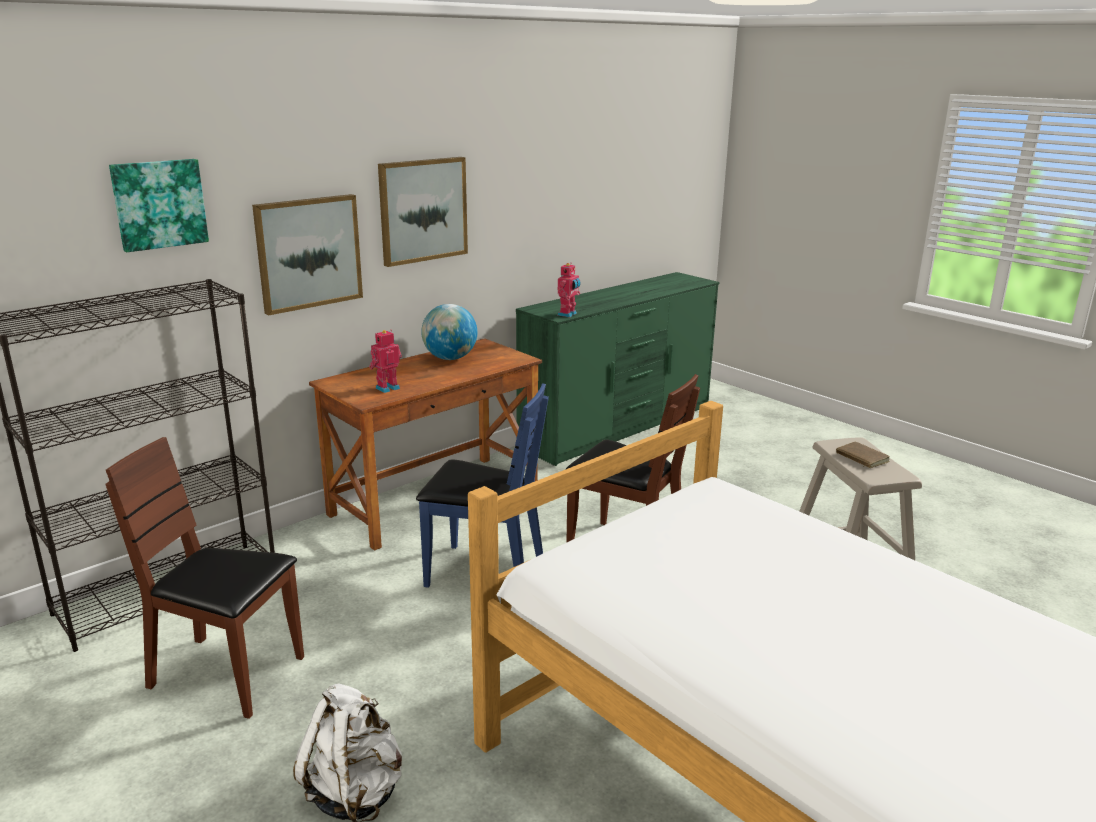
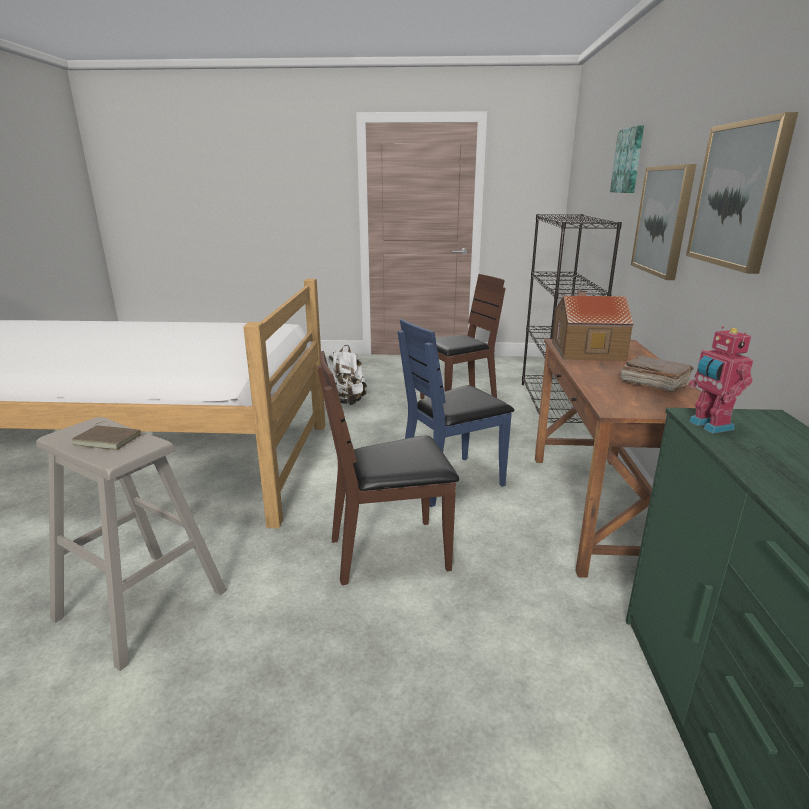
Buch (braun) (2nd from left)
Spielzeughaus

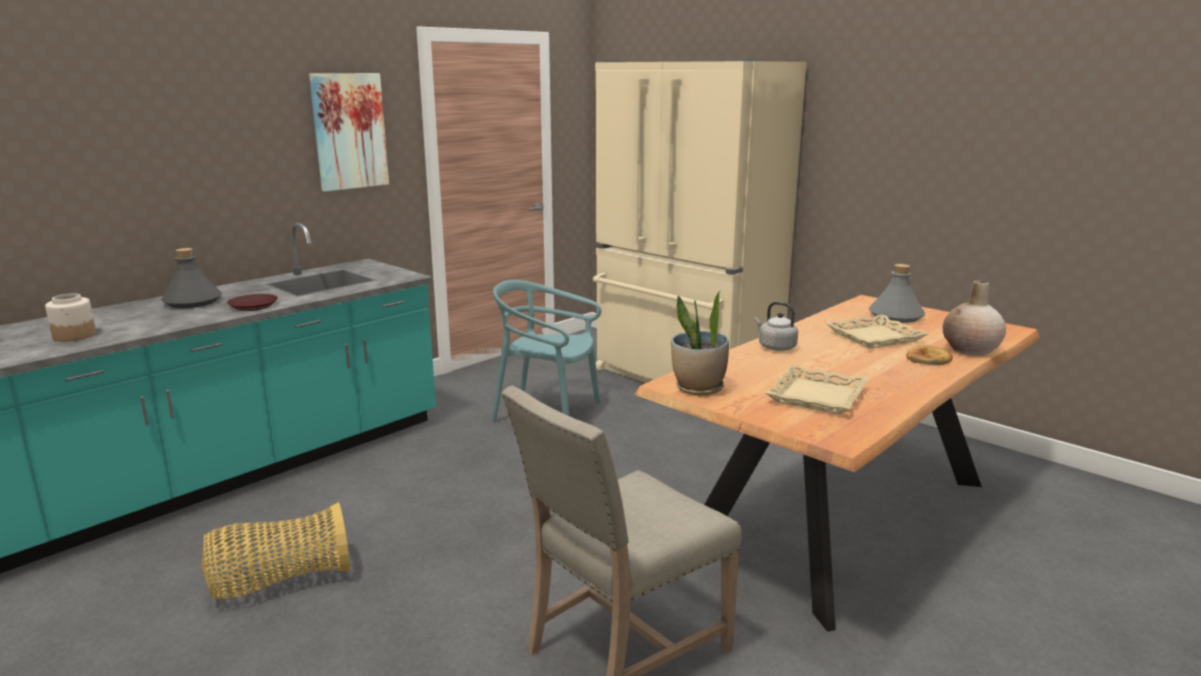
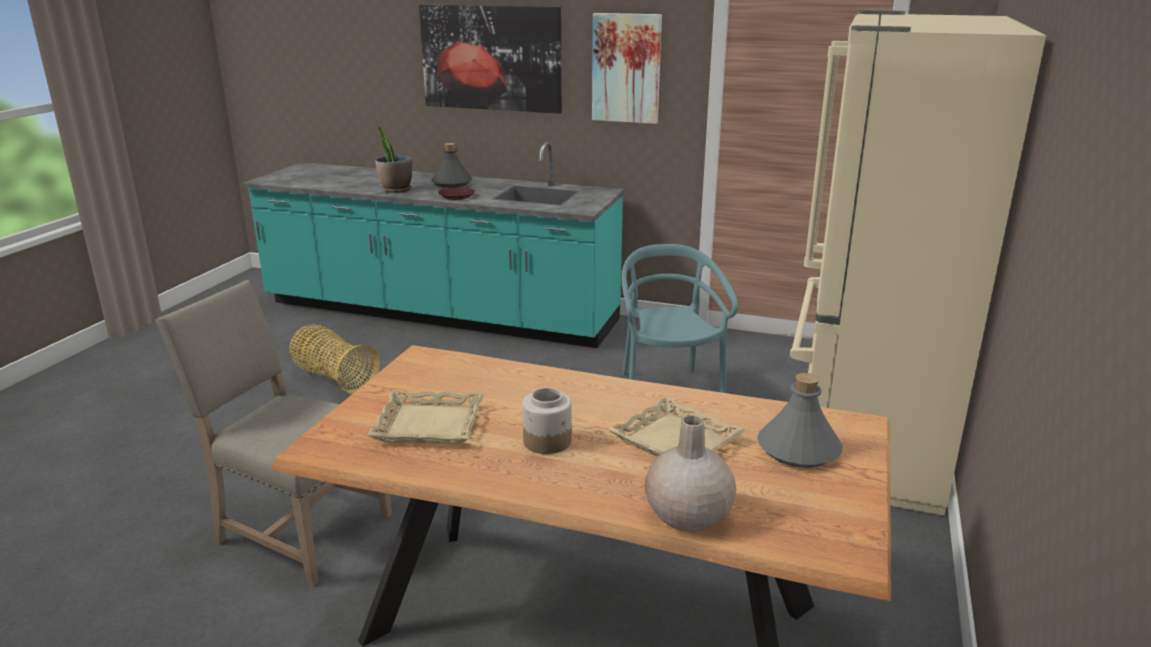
Topfpflanze
Vorratsglas
Wasserkessel (grau)
Brot
Bild (1st from left)

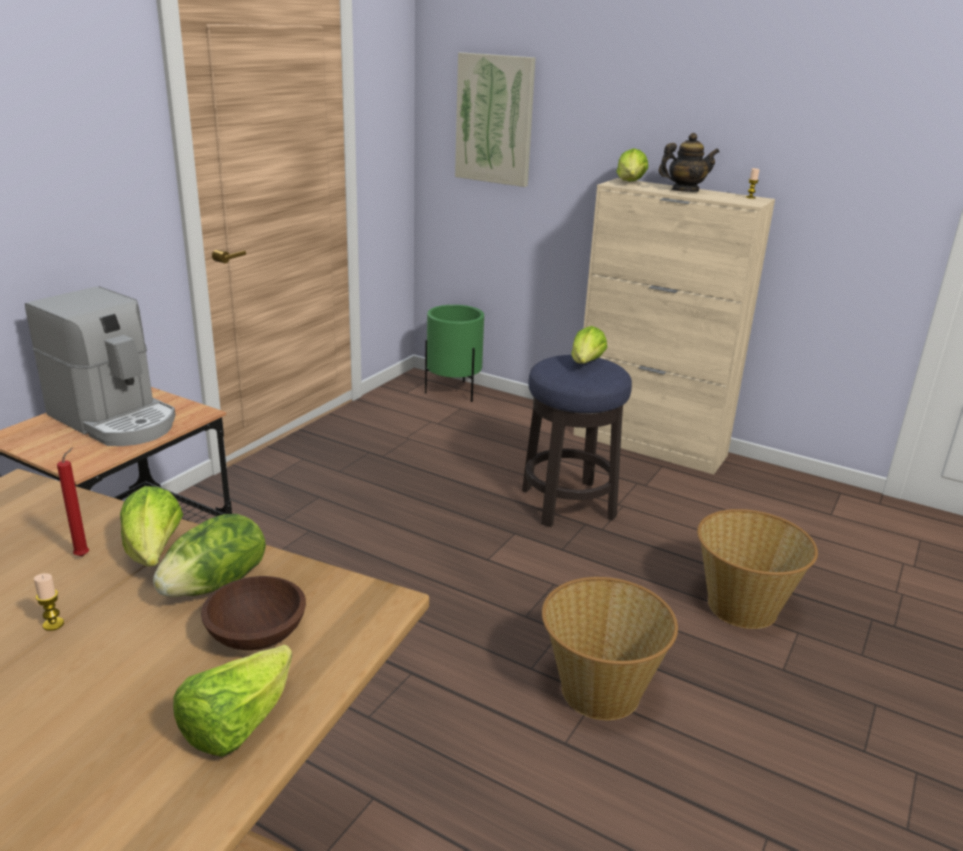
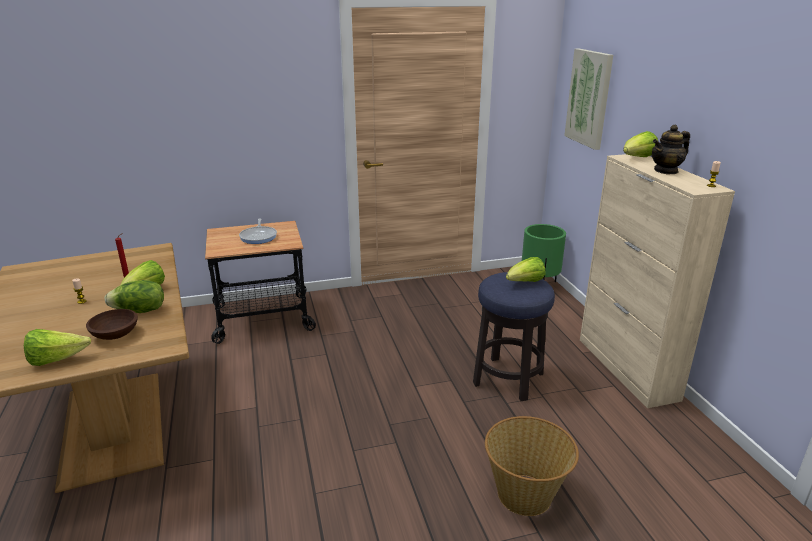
Teekanne
Pfanne
Korb (1st from left in the first image)

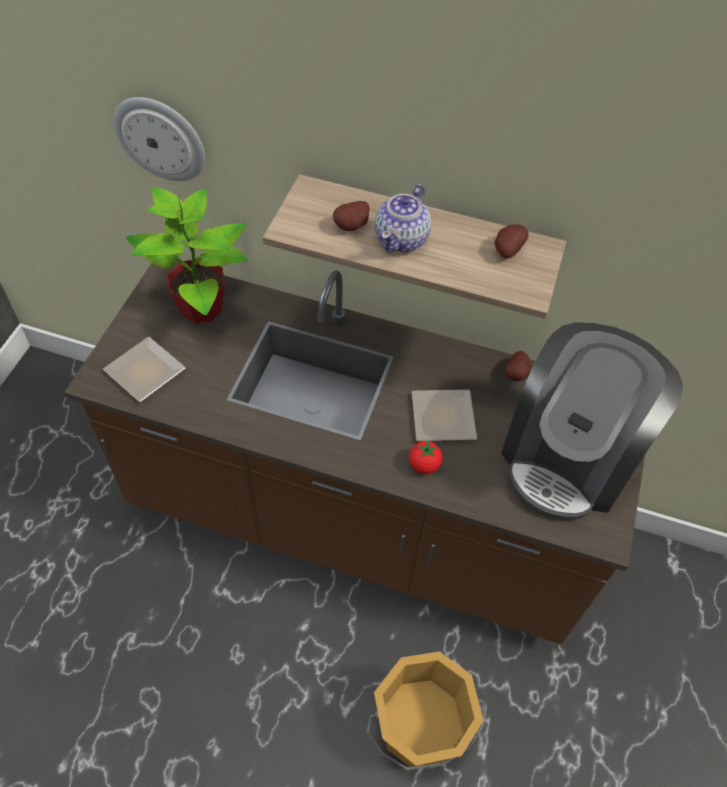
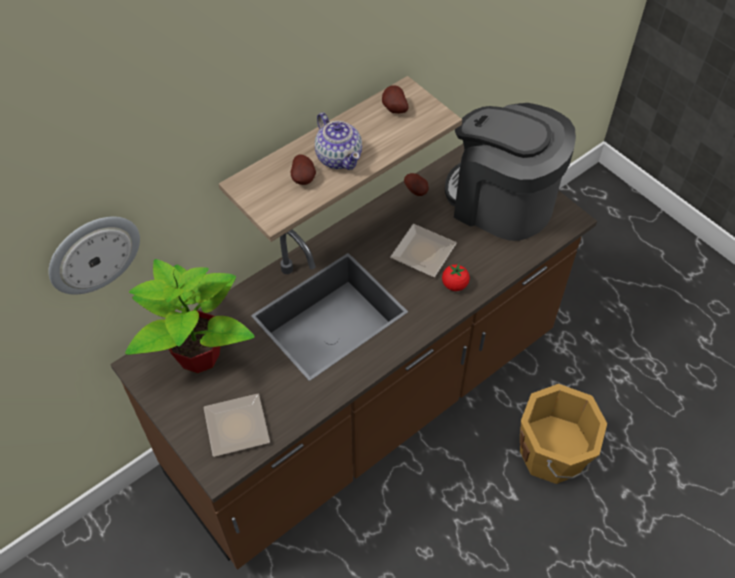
Kaffeemaschine

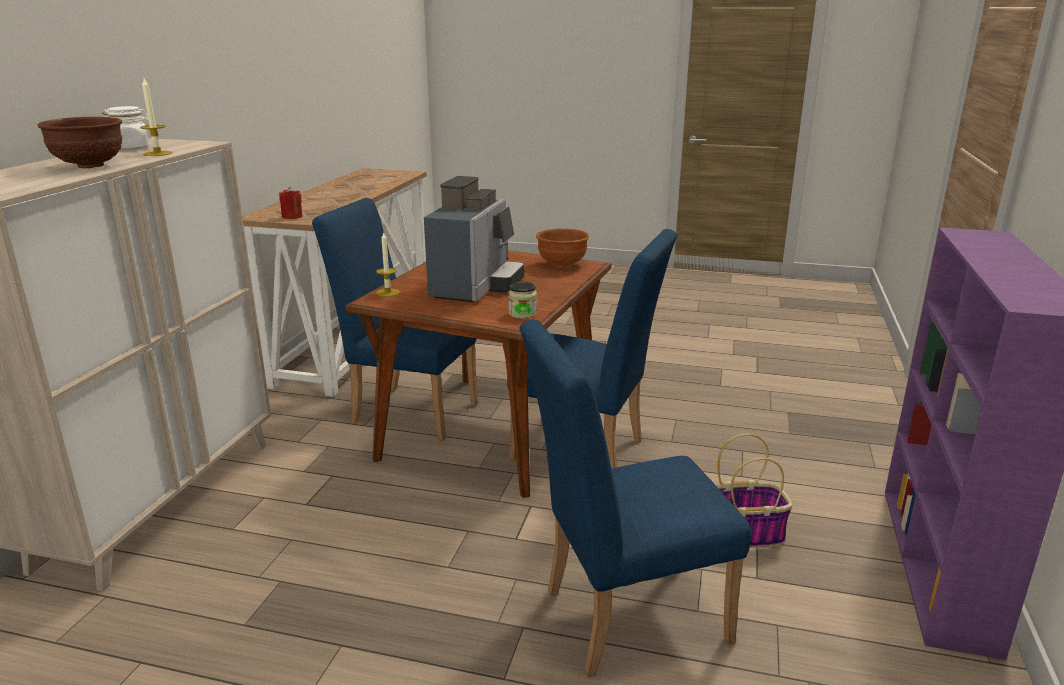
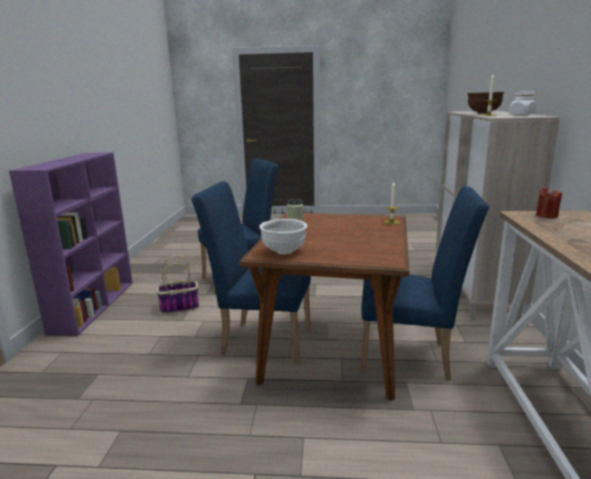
Kaffeemaschine
Schüssel (weiß)

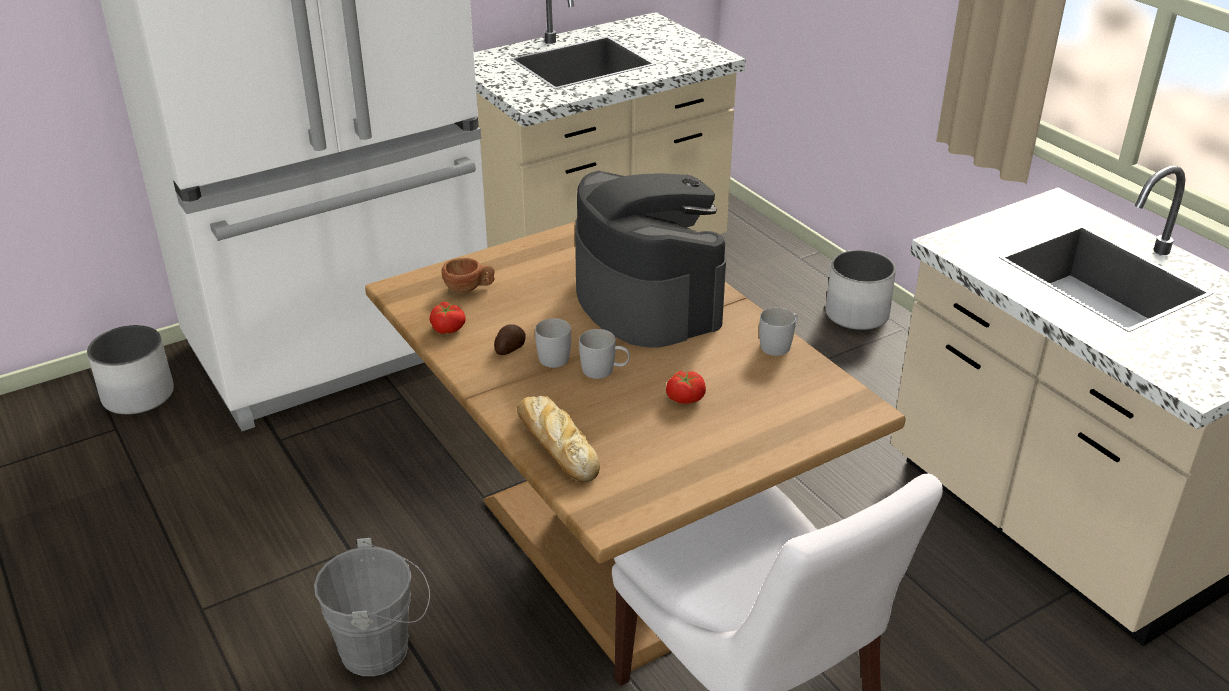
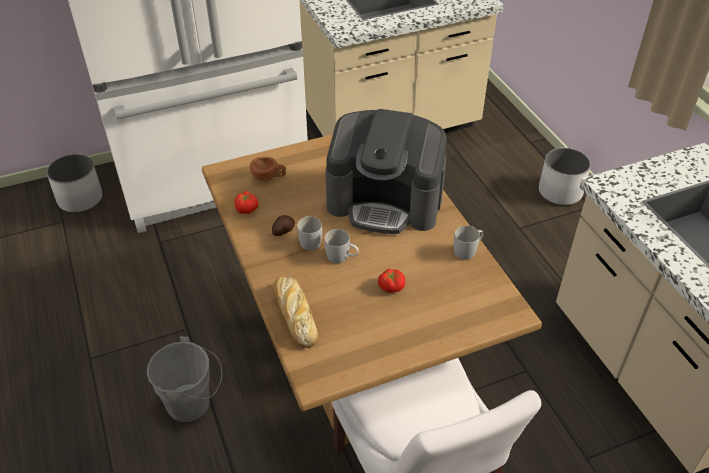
Kaffeemaschine

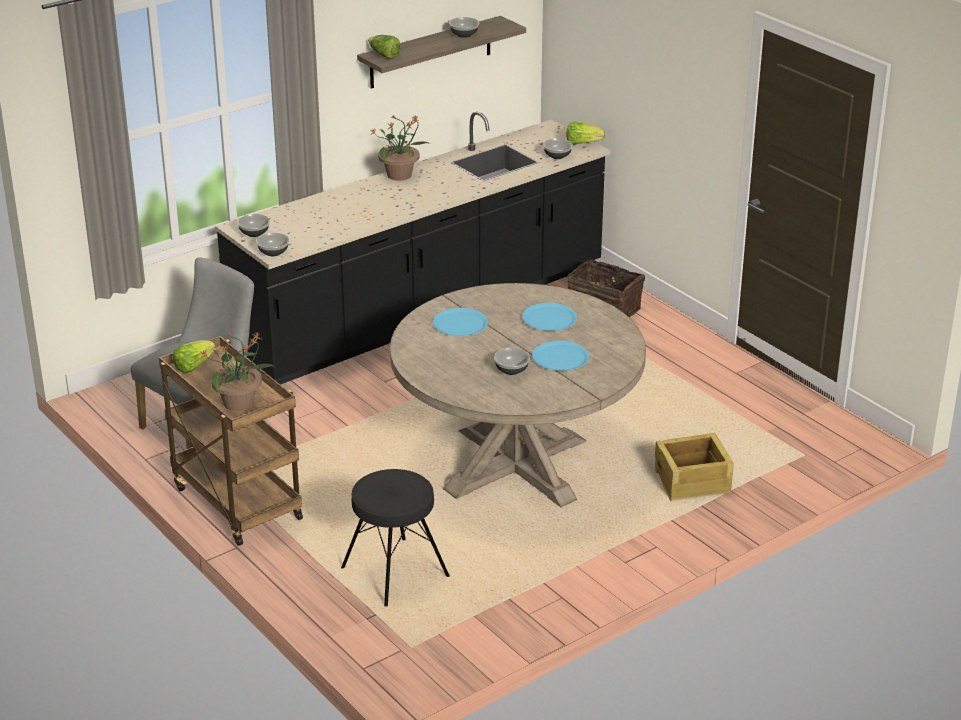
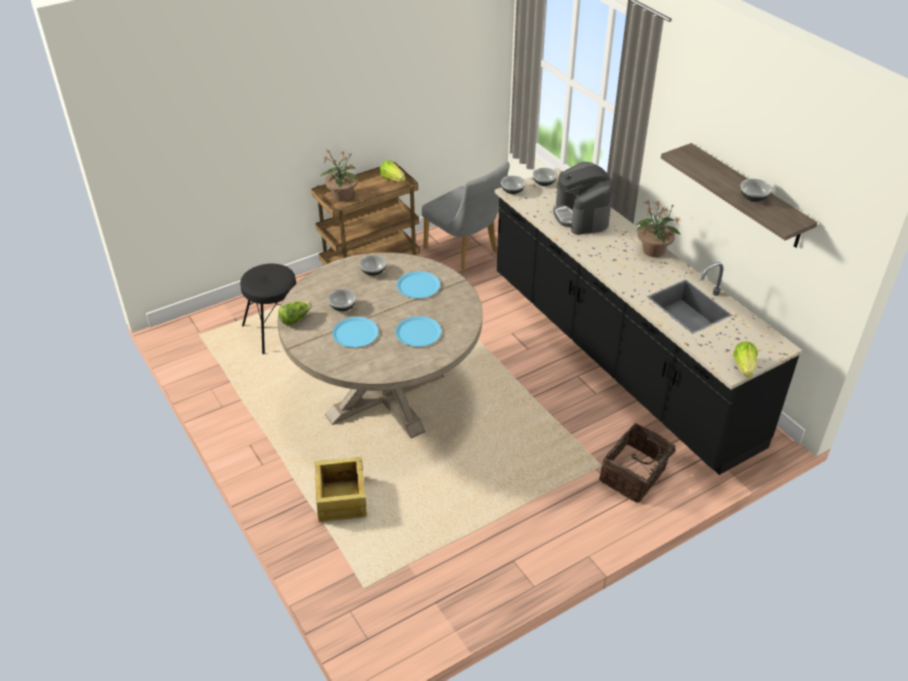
Salatkopf (1st from left)
Schüssel (2nd from left)
Kaffeemaschine

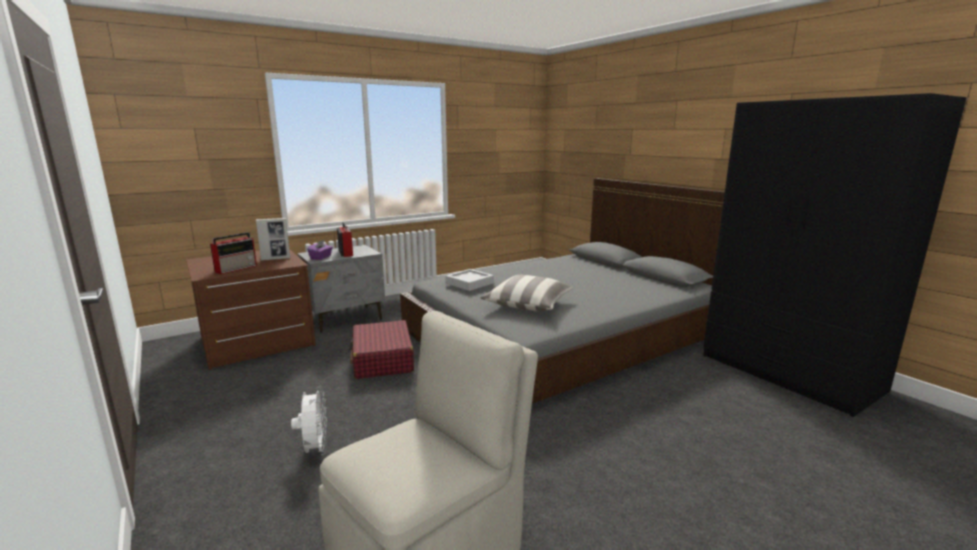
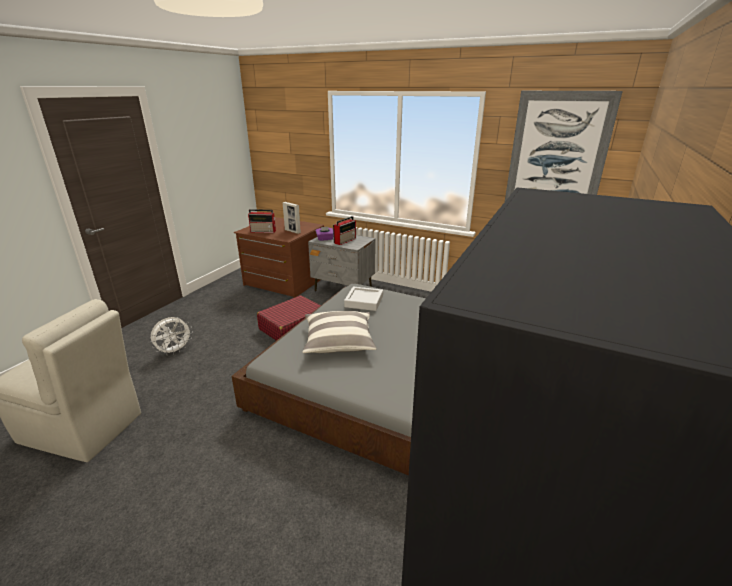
Bild

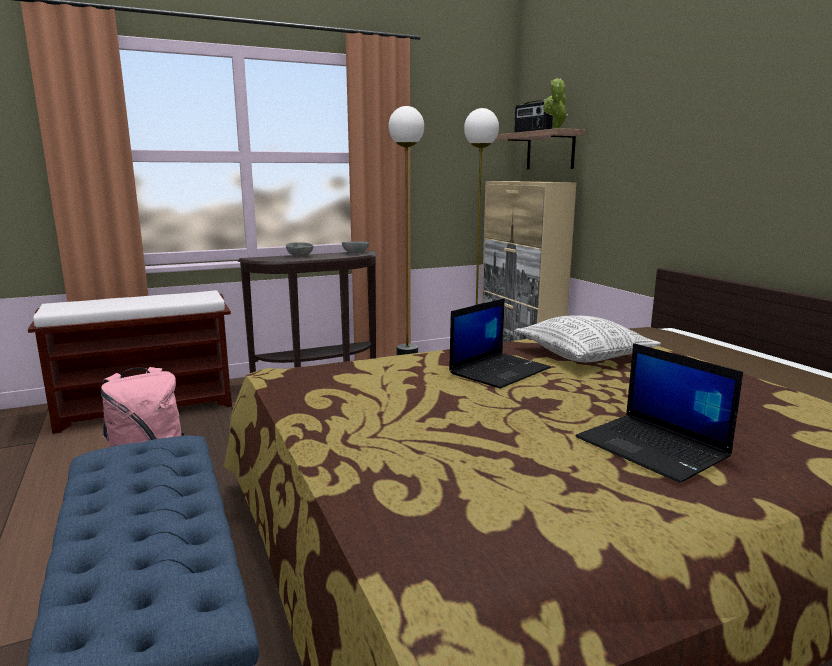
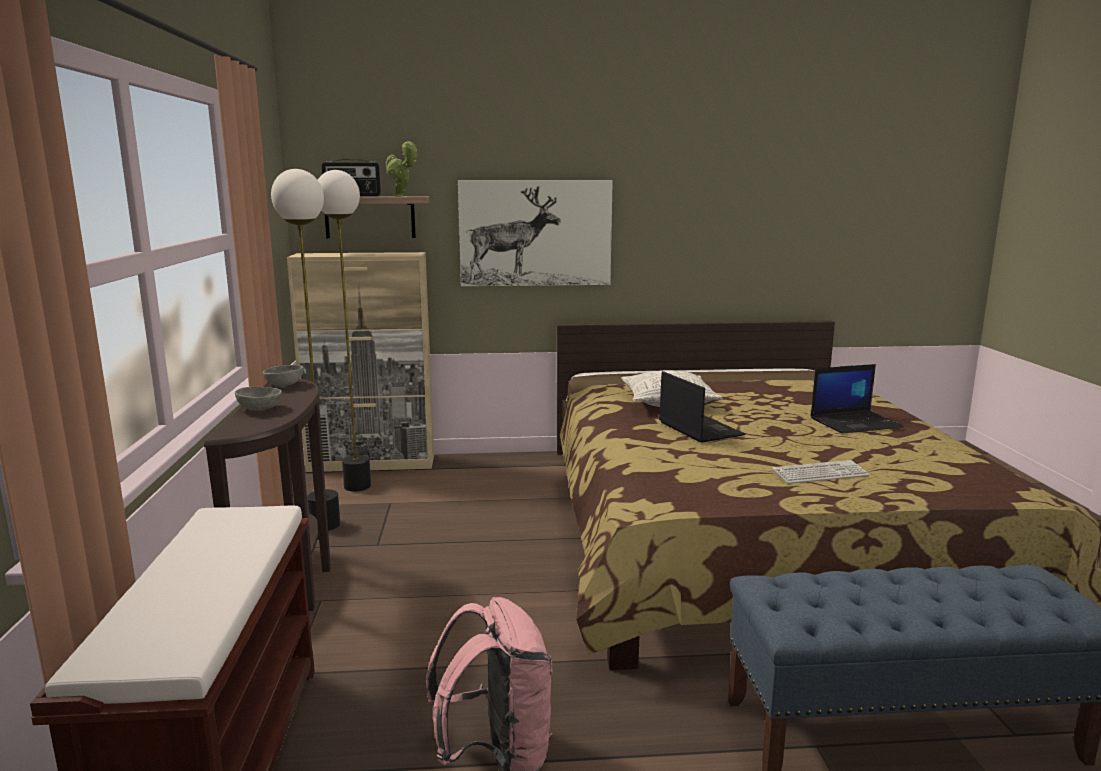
Bild
Tastatur

